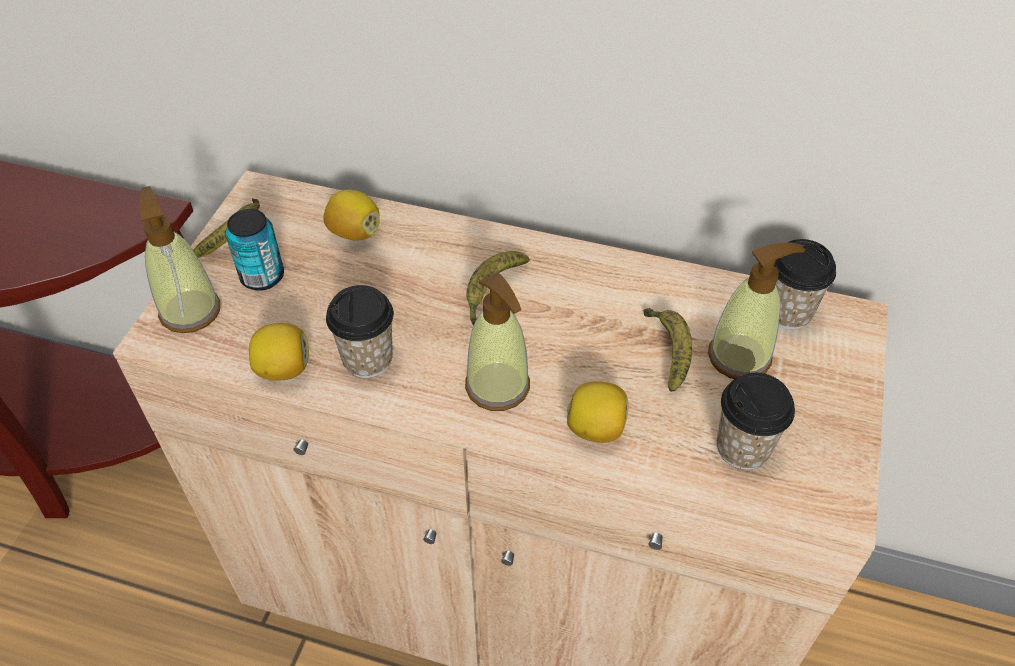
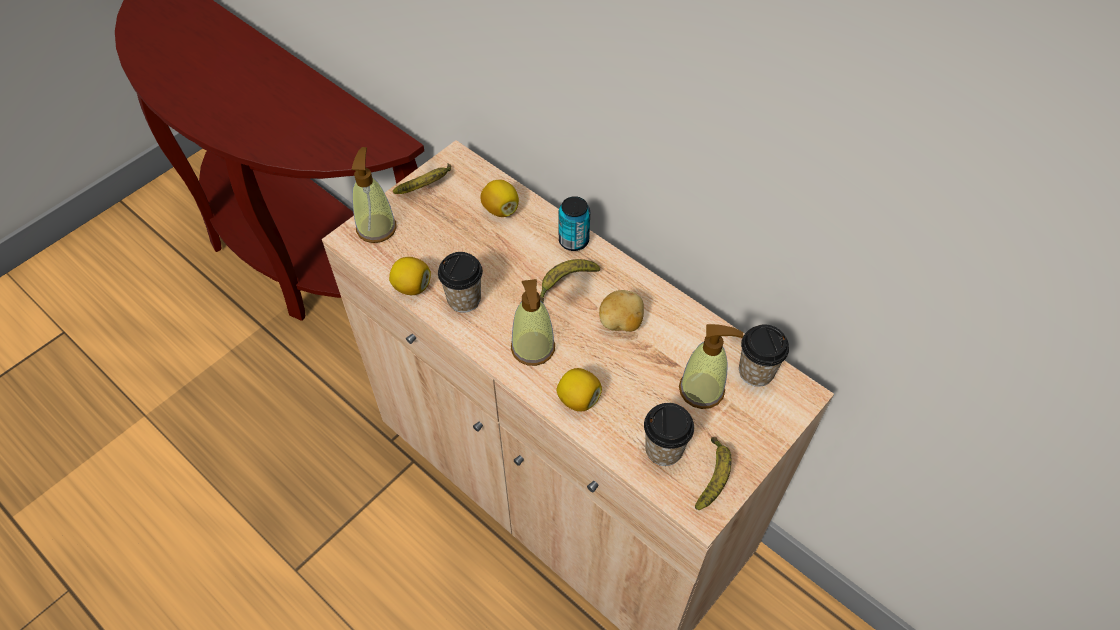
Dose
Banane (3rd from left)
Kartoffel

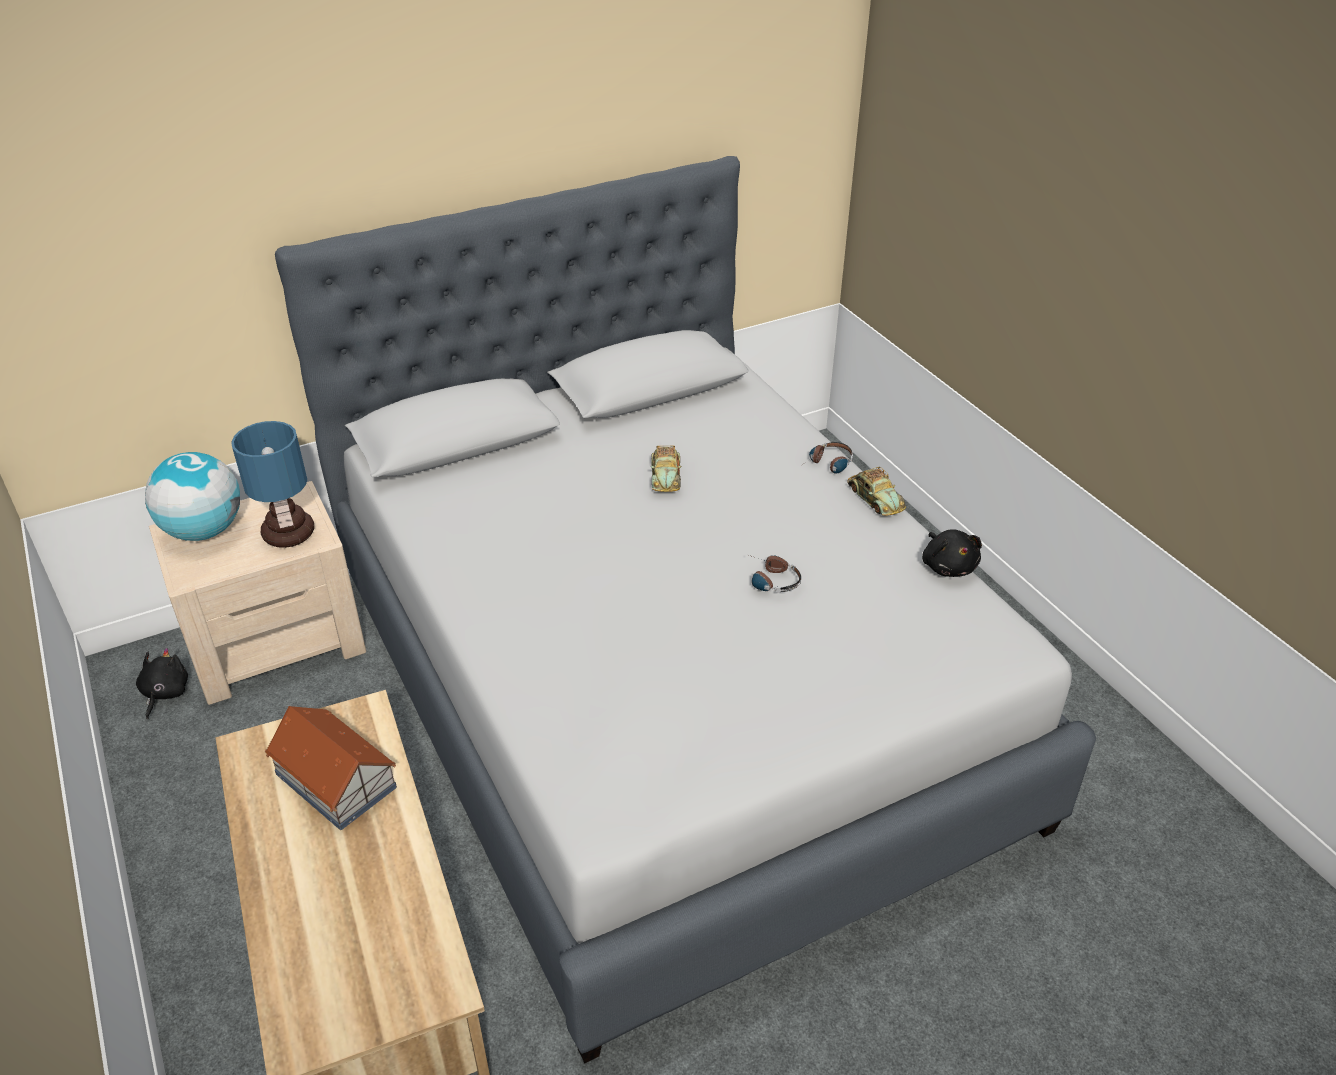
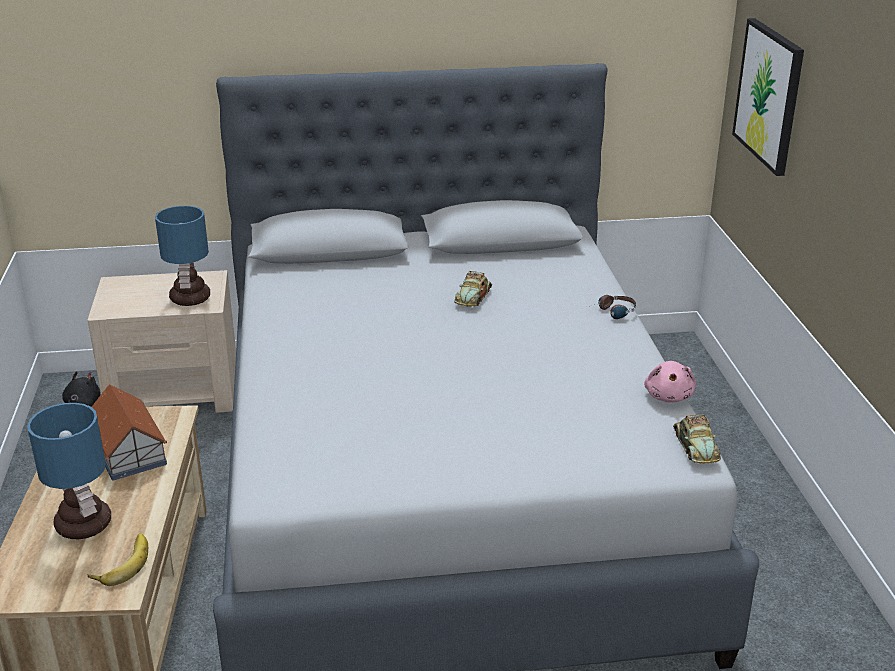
Globus
Spielzeugauto (2nd from left)
Plüschtier (rosa)
Kopfhörer (1st from left in the first image)
Bild
Tischlampe (1st from left)
Banane

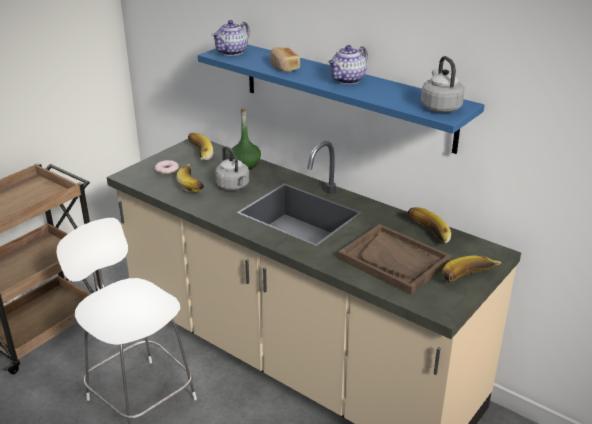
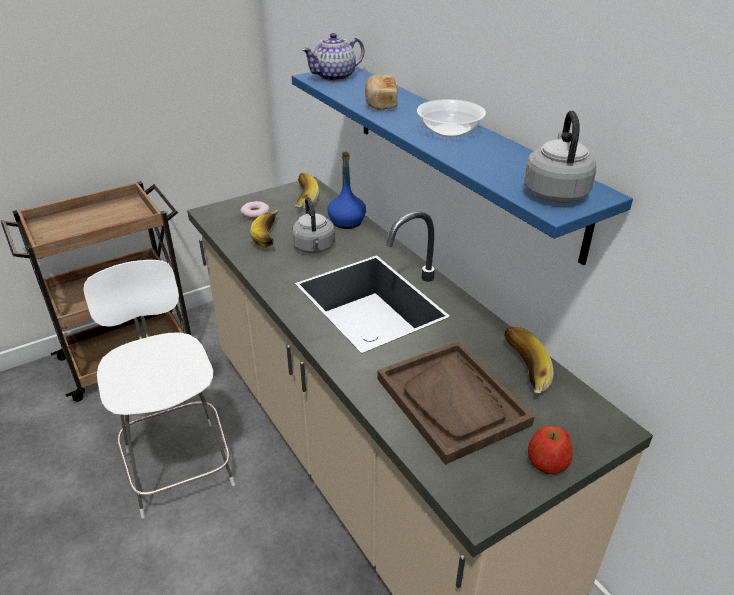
Schüssel
Flasche (blau)
Apfel

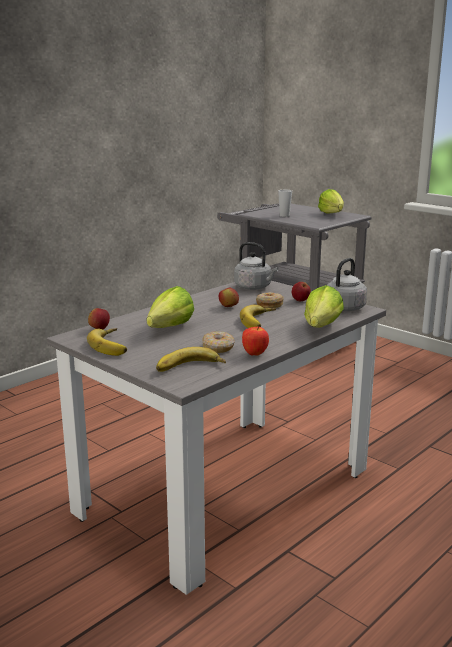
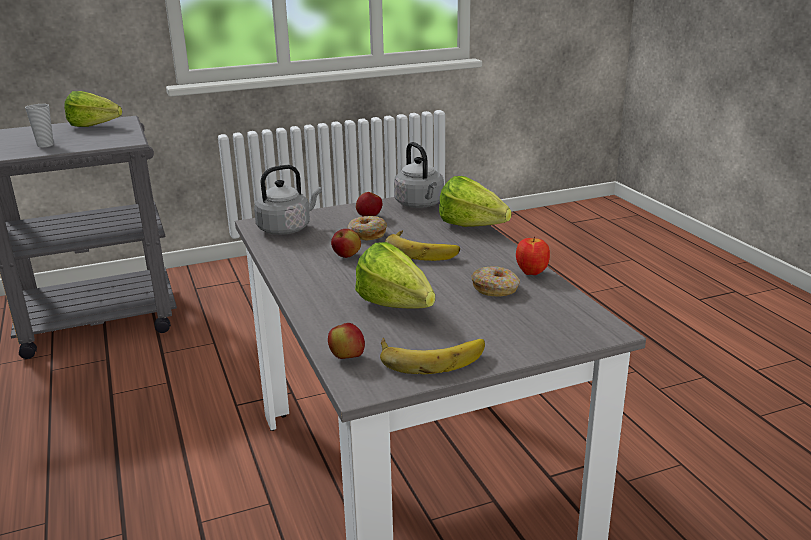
Banane (2nd from left in the first image)

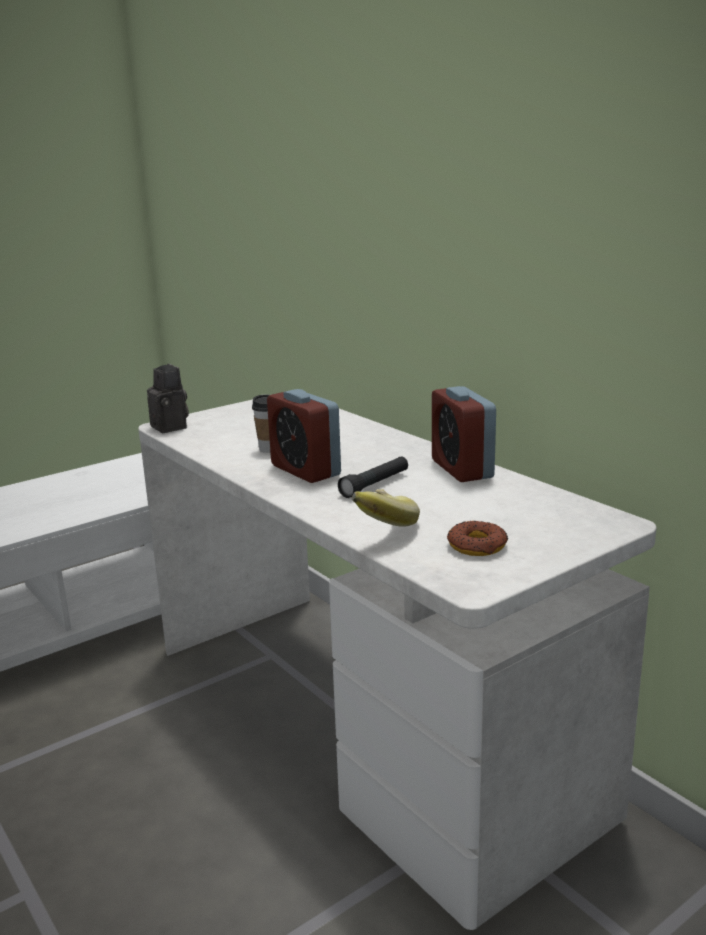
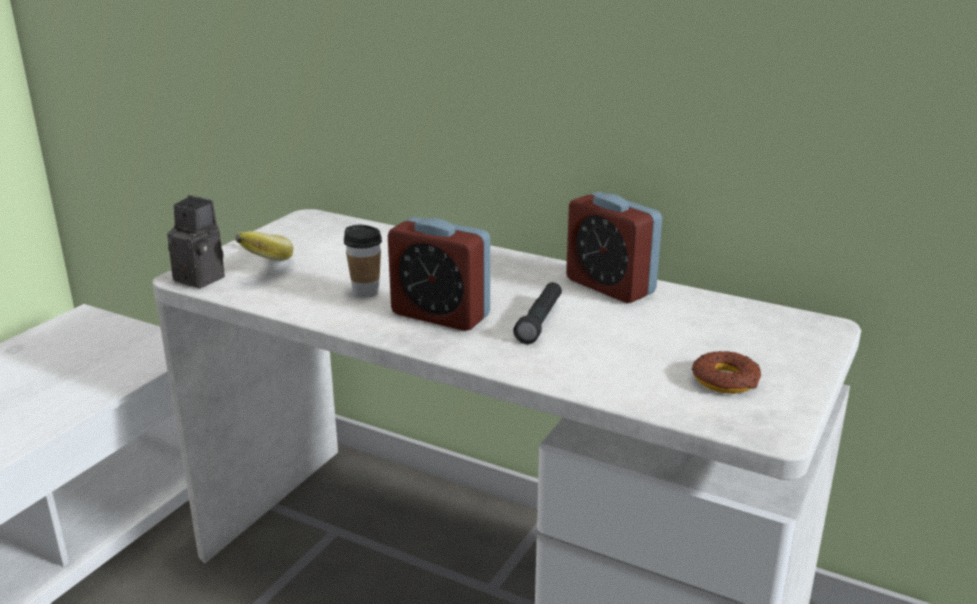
Banane

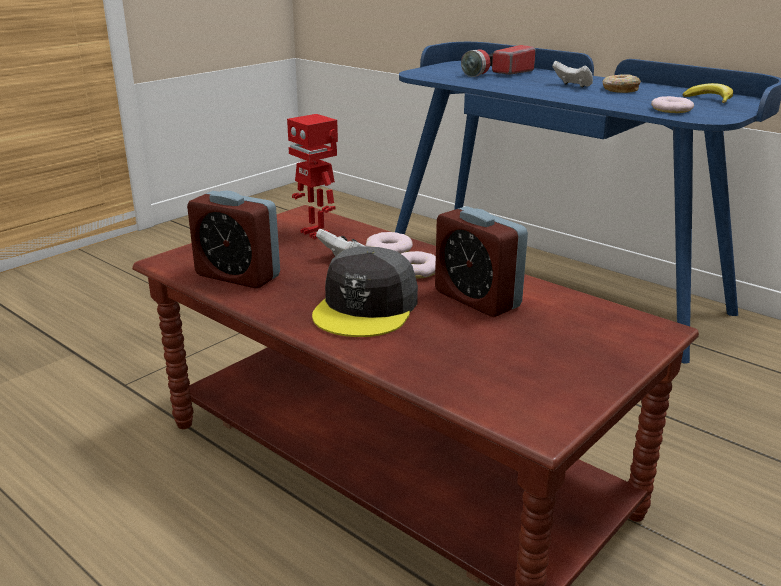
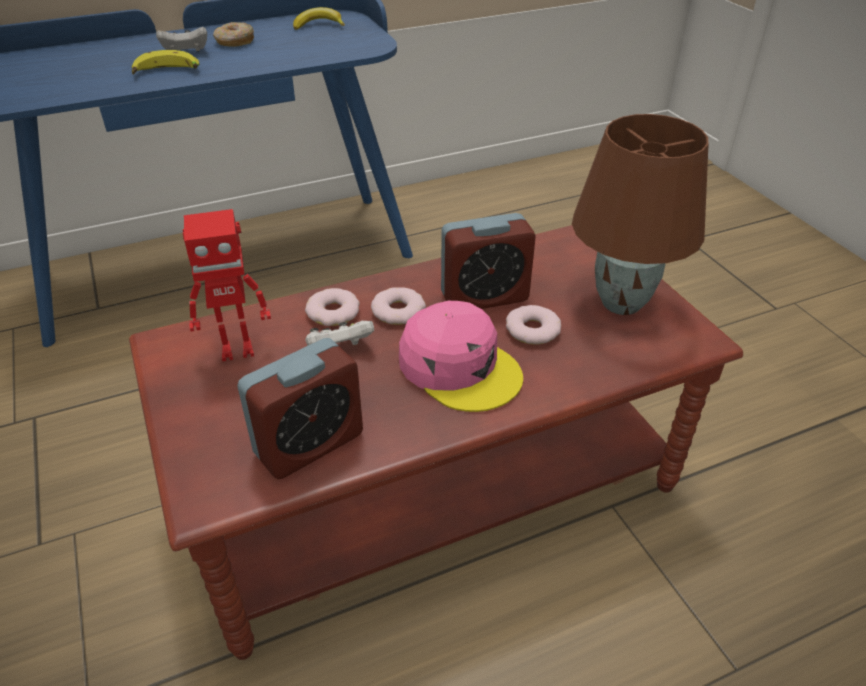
Taschenlampe
Donut (4th from left)
Kappe (rosa)
Banane (1st from left)
Tischlampe (braun)

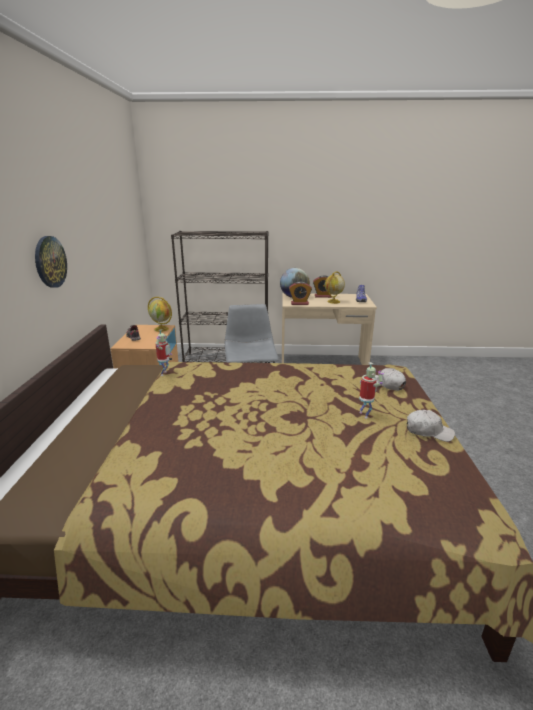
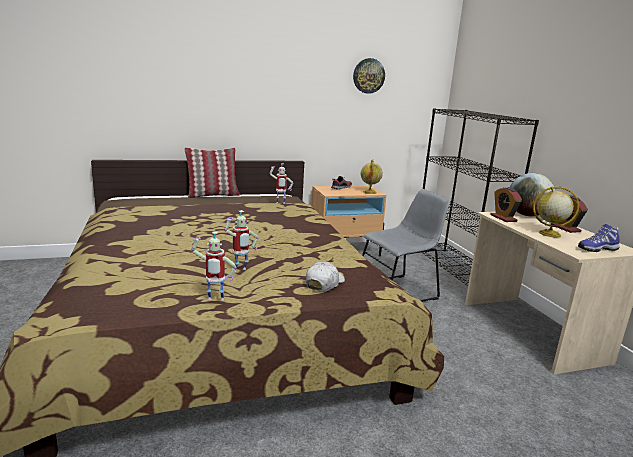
Wanduhr
Spielzeugroboter (1st from left)
Kissen

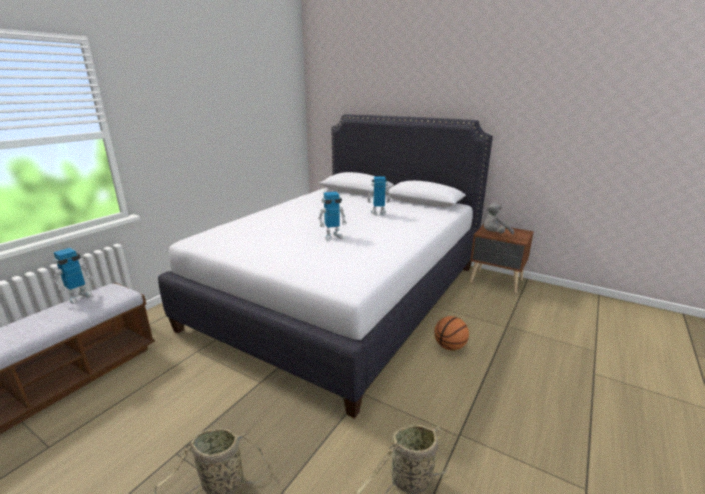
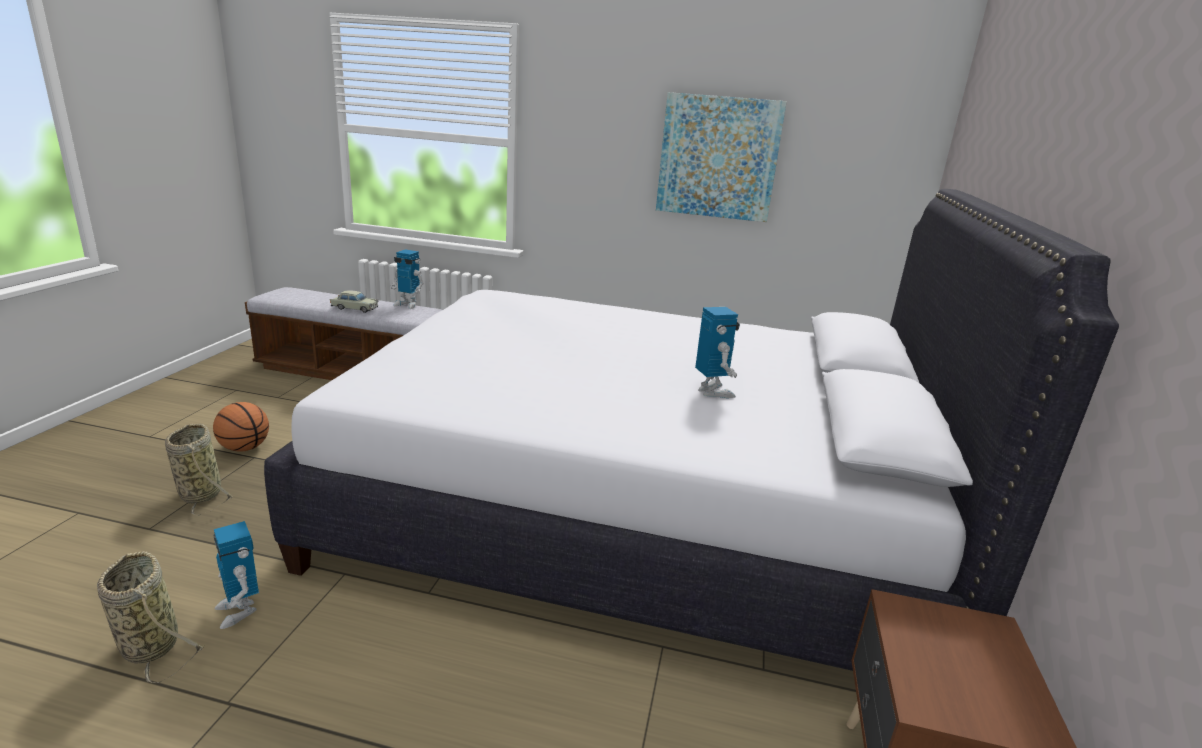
Spielzeugroboter (1st from left)
Plüschtier (grau)
Basketball
Bild
Spielzeugauto (beige)

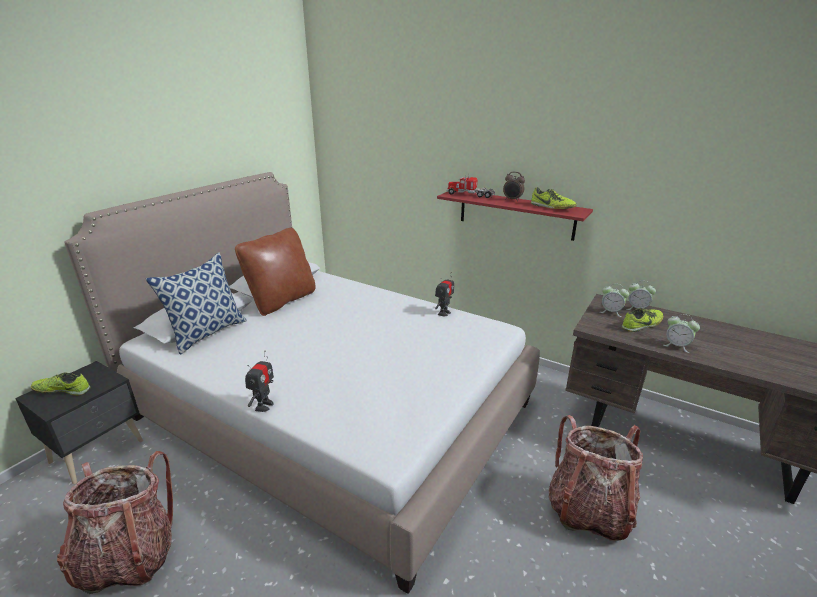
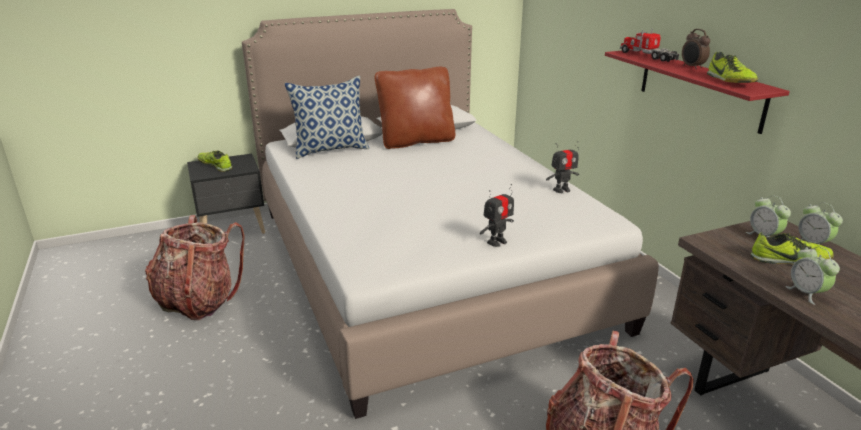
Spielzeugroboter (1st from left)

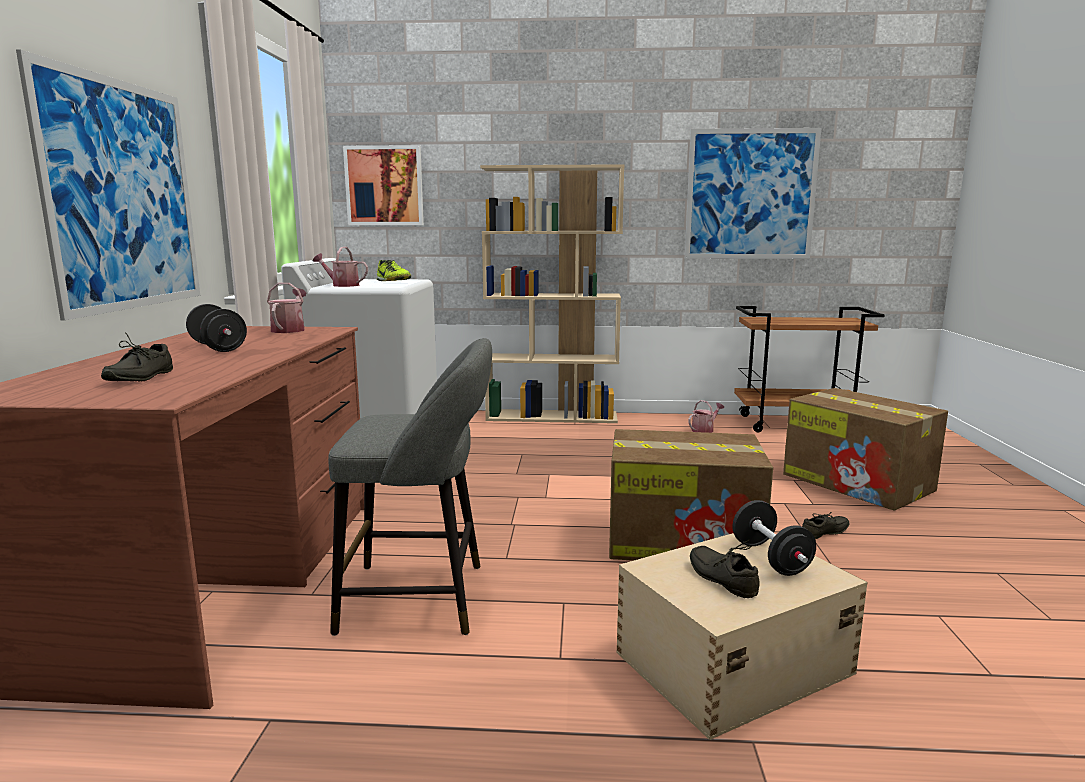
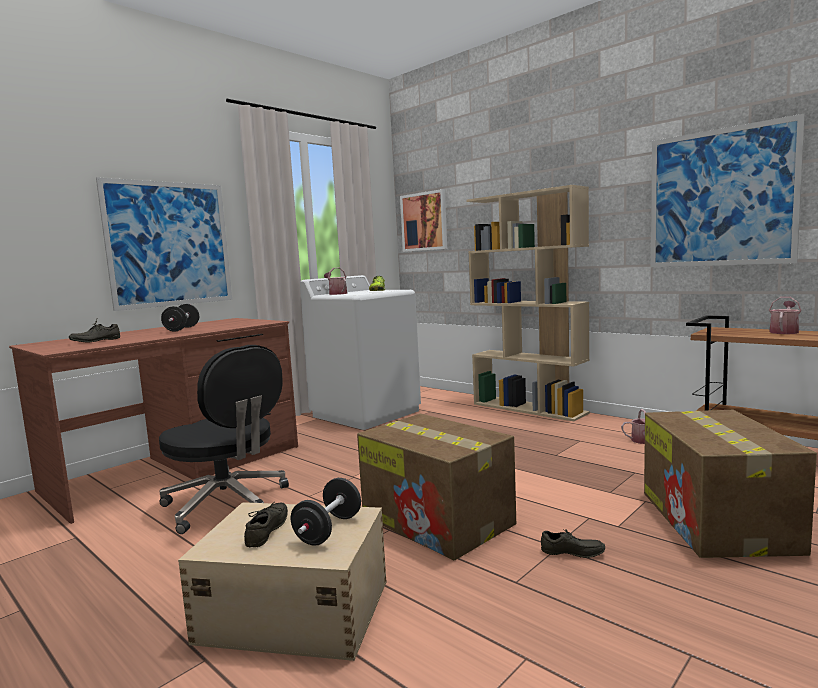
Gießkanne (3rd from left)
Bürostuhl (schwarz)

